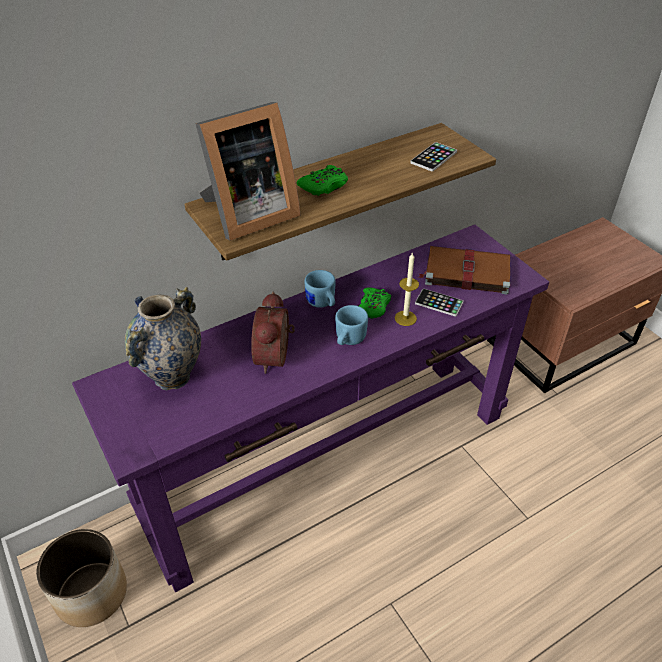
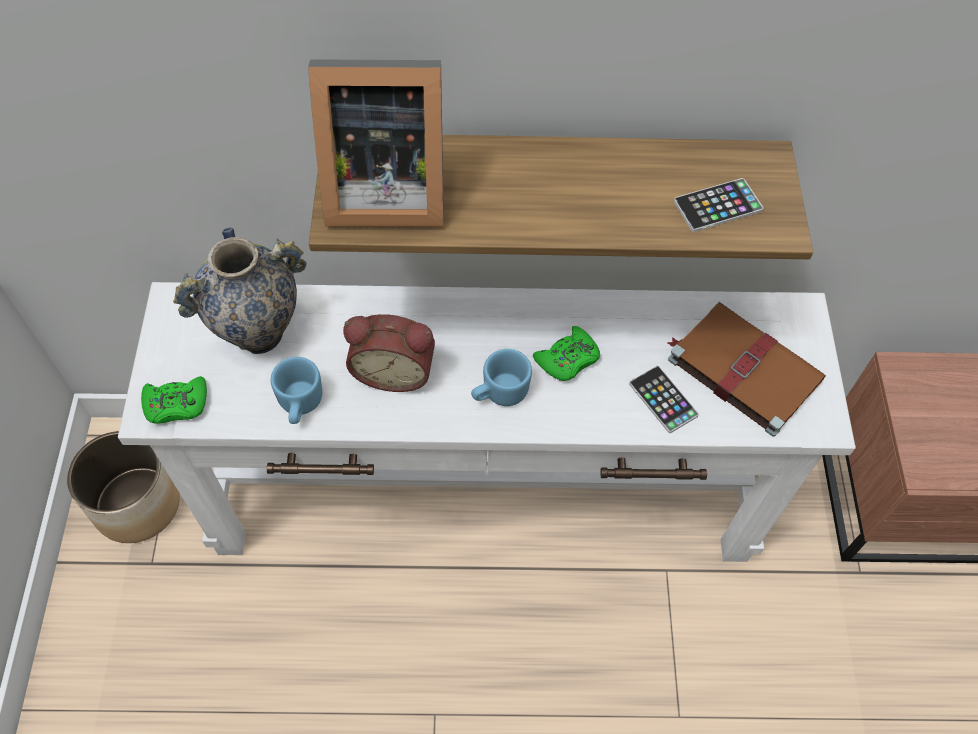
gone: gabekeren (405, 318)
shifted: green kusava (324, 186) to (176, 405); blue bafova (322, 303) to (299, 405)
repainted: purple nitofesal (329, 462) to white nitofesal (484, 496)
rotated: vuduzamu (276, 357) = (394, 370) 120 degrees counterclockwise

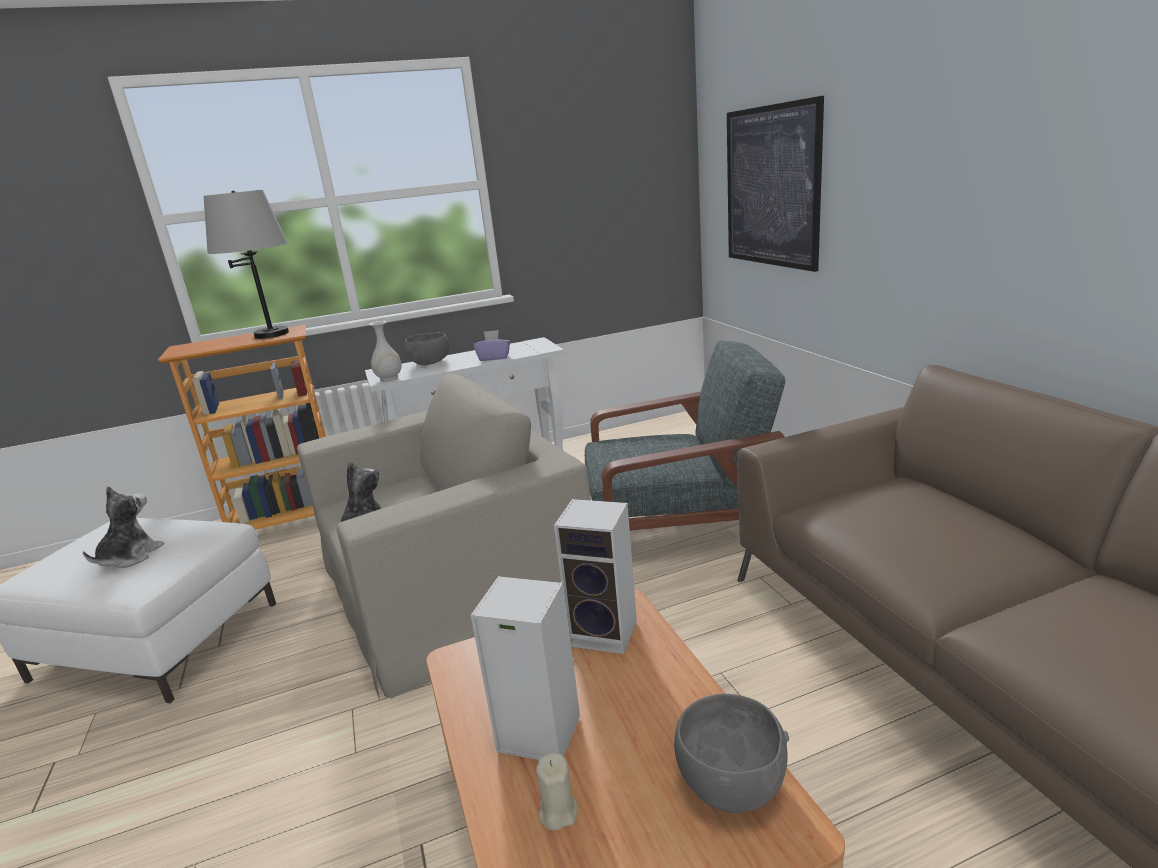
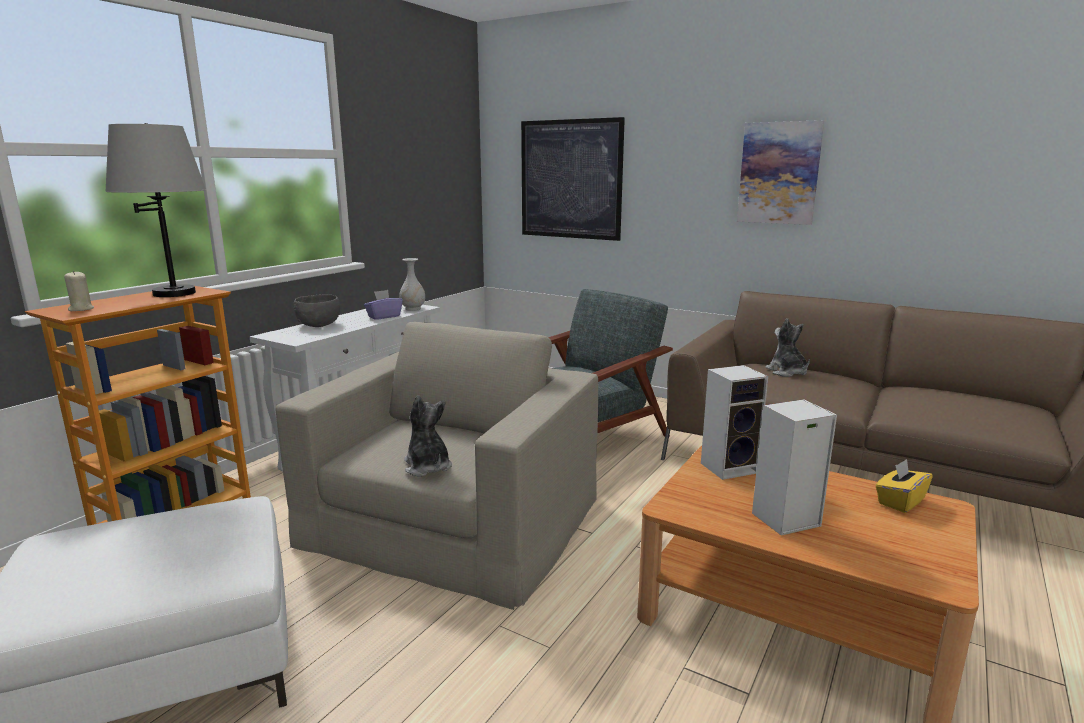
new: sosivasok (779, 173)
shifted: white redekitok (389, 378) to (413, 308); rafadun (130, 557) to (787, 372); beige gabekeren (557, 812) to (81, 309)
swapped: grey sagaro (731, 783) to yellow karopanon (900, 501)

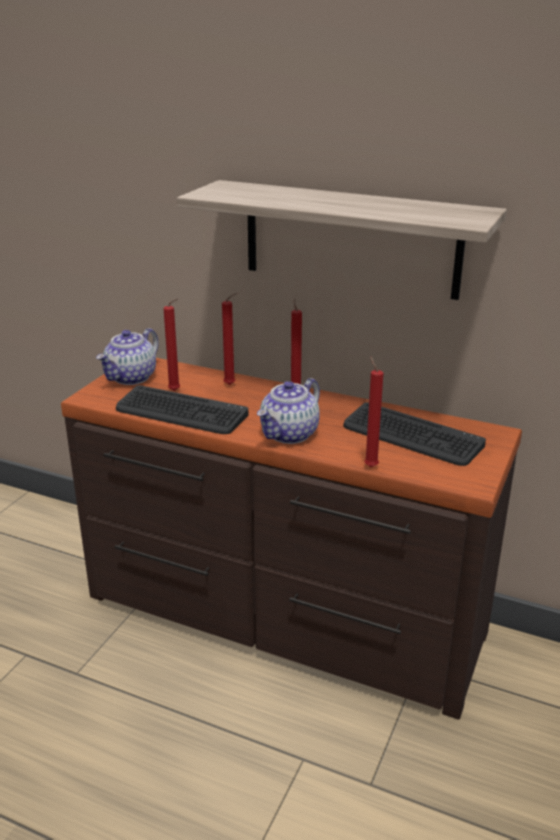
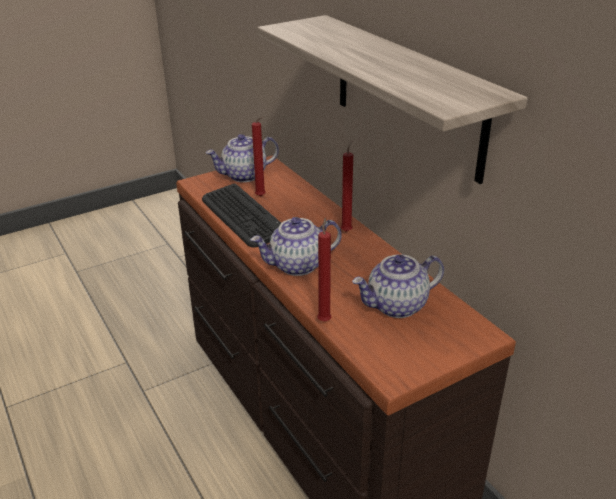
gone: red gabekeren (231, 385)
swapped: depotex (411, 436) to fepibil (397, 306)

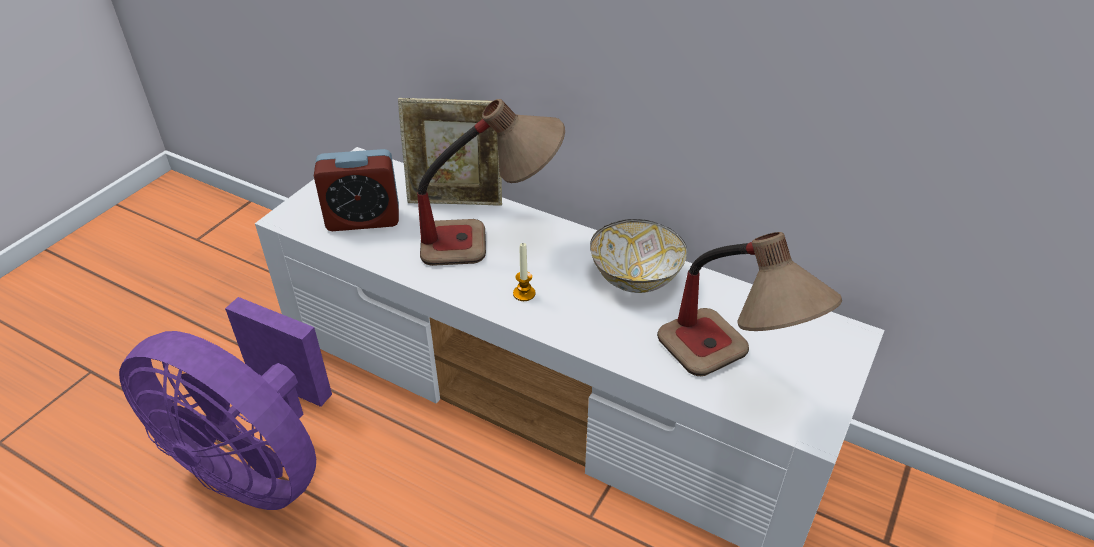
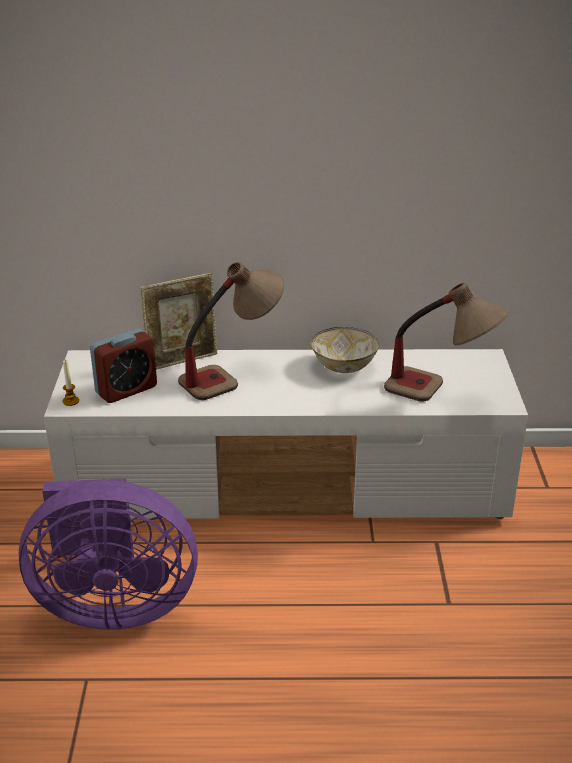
shifted: gabekeren (524, 293) to (70, 401)

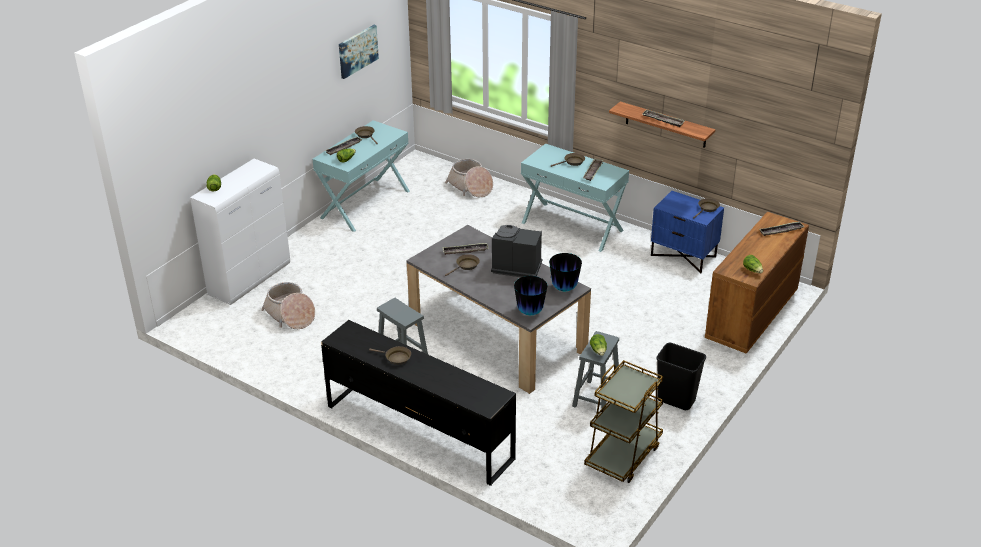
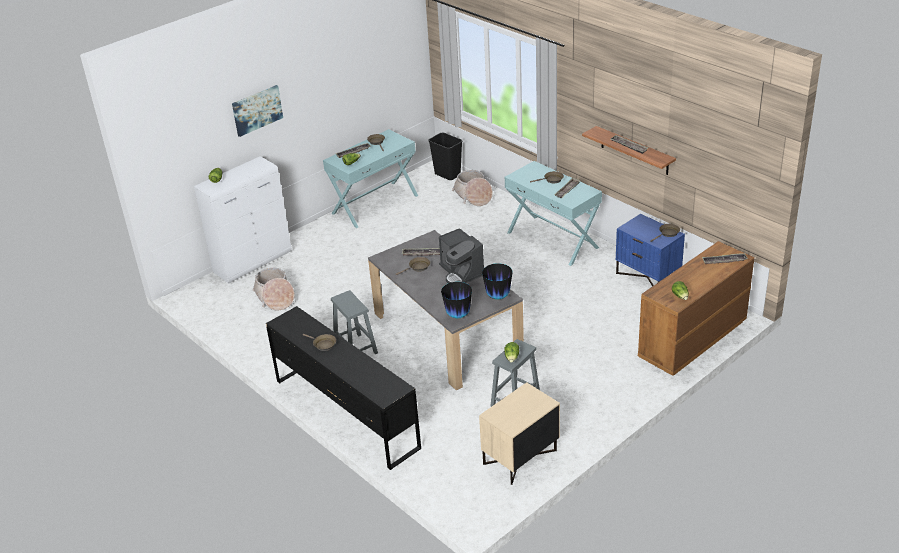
shifted: sosivasok (357, 51) to (257, 110); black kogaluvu (677, 400) to (448, 175)
swapped: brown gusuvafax (623, 455) to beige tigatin (520, 458)
rotated: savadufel (515, 267) = (461, 272) 150 degrees counterclockwise

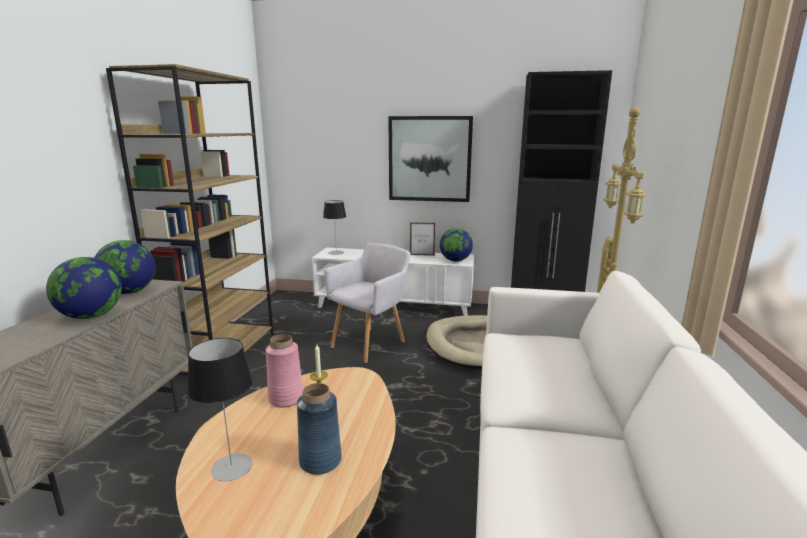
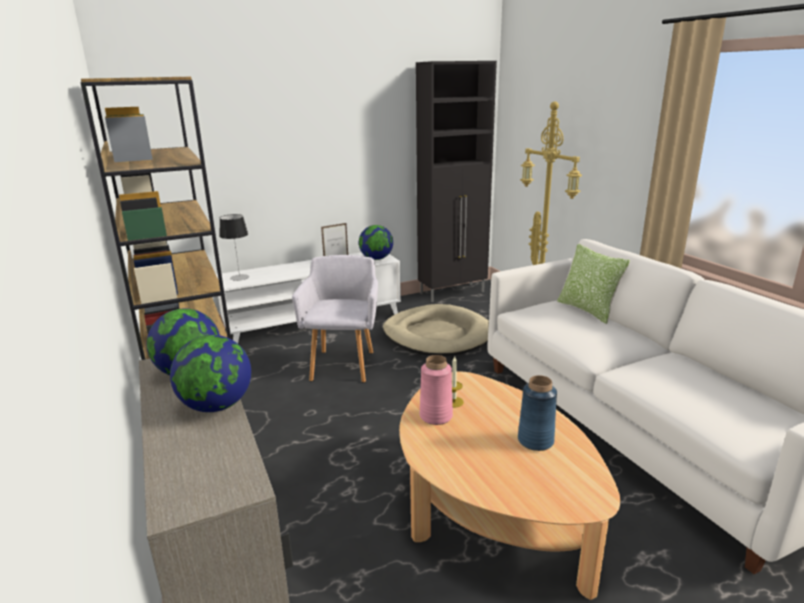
gone: sosivasok (429, 159); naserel (231, 467)
new: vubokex (587, 310)

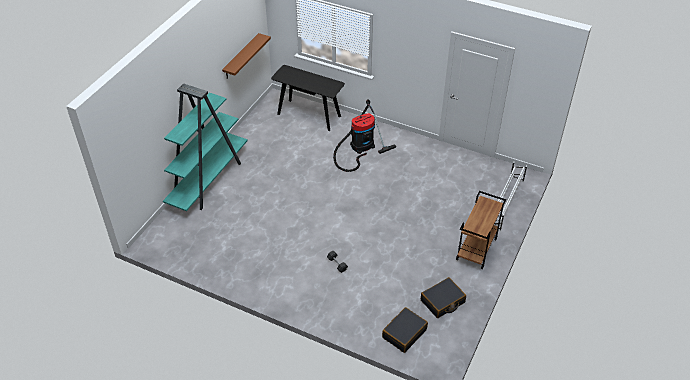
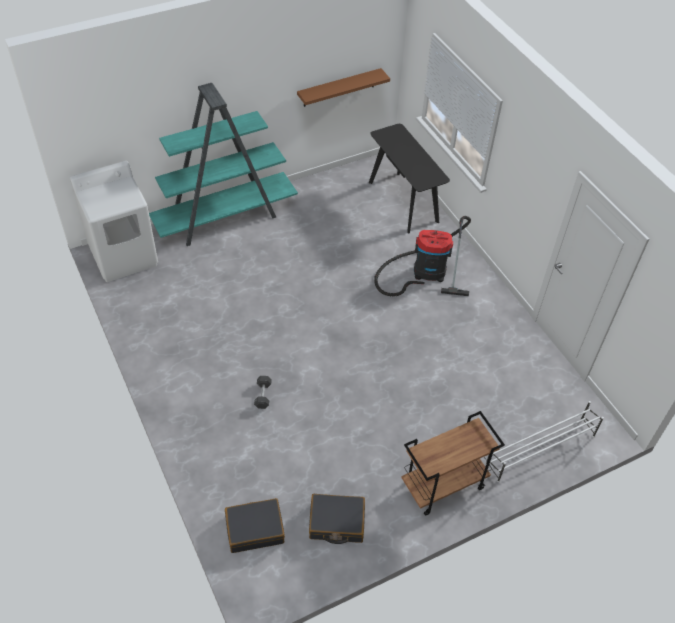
new: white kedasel (124, 256)

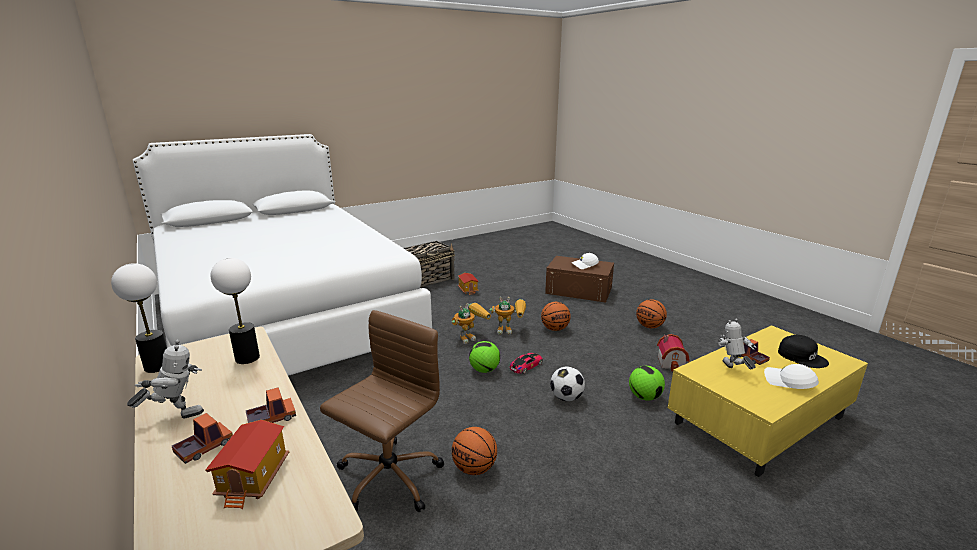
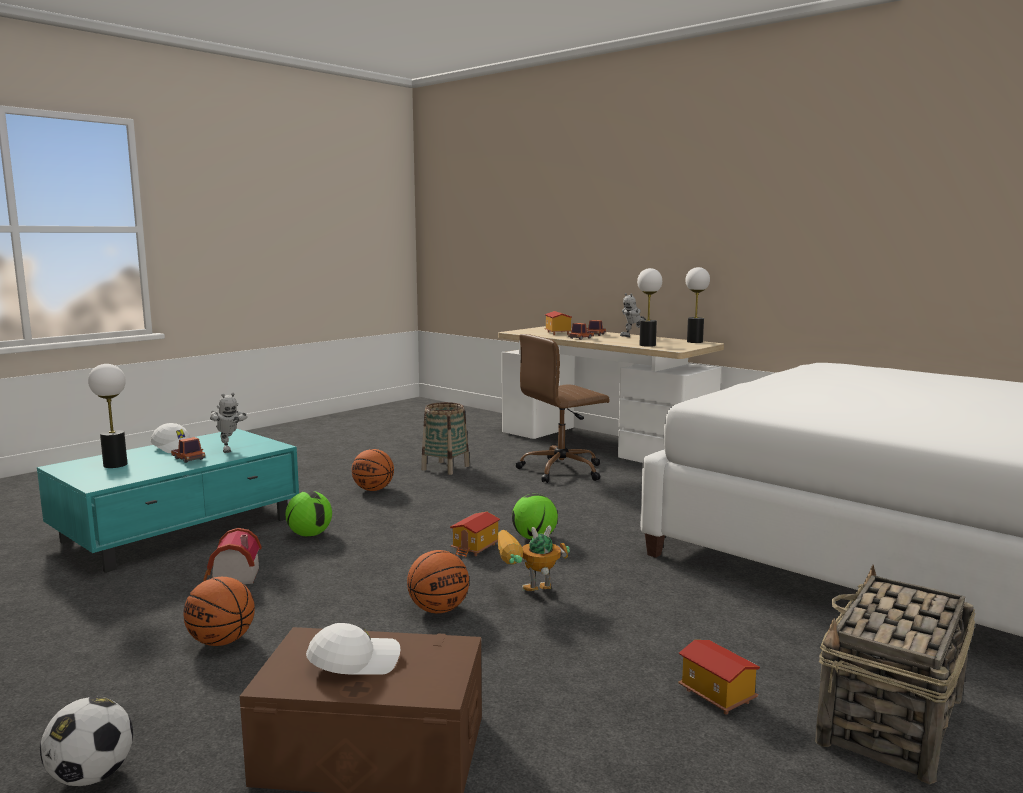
gone: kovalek (470, 337)
new: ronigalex (445, 468)
shifted: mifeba (566, 398) to (91, 777); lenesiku (474, 468) to (373, 489)
swapped: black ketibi (802, 356) to naserel (115, 465); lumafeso (526, 366) to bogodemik (476, 548)
repainted: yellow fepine (757, 420) to turquoise fepine (181, 529)
rotated: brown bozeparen (388, 479) = (562, 470) 45 degrees clockwise

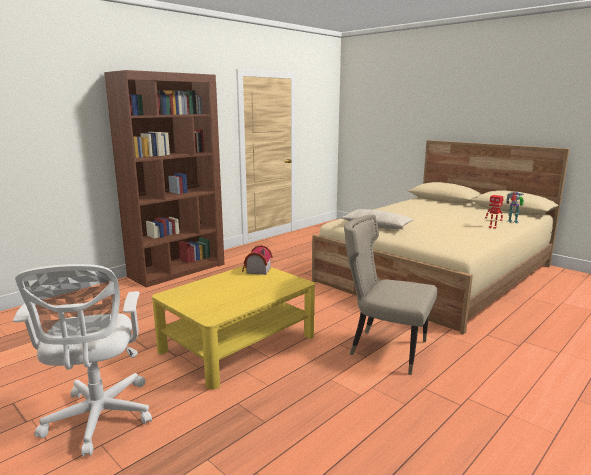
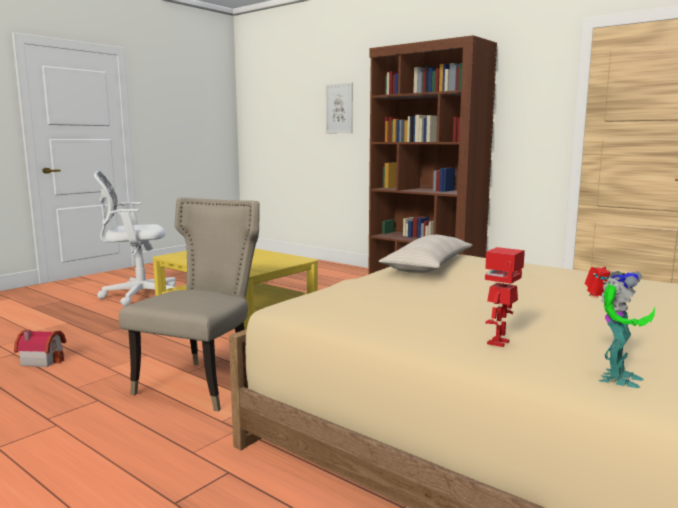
new: sosivasok (339, 108)
shifted: bogodemik (256, 270) to (43, 360)

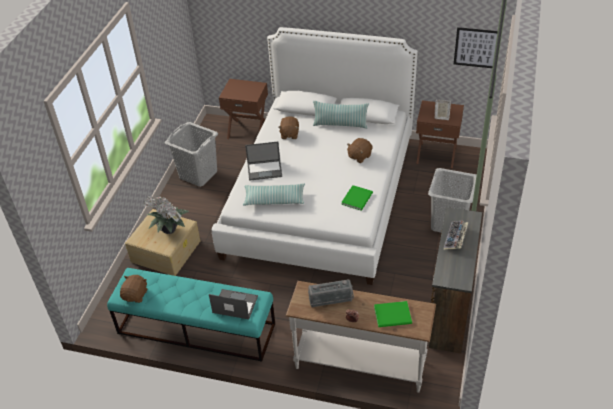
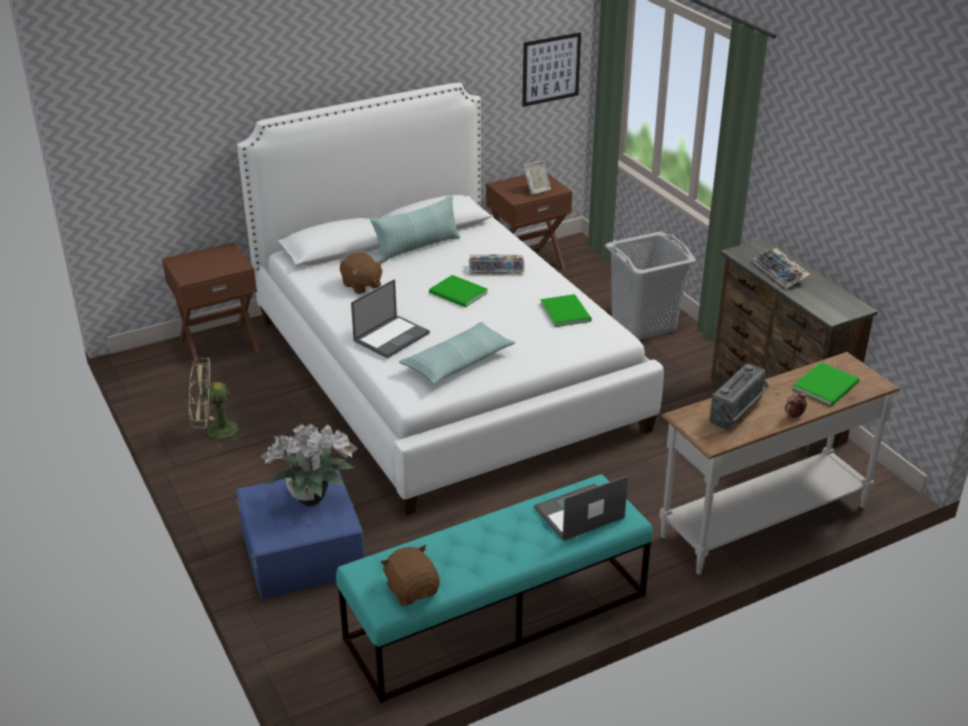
new: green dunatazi (458, 294)
swapped: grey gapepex (198, 175) to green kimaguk (215, 433); brown rafadun (359, 156) to depotex (497, 269)
repainted: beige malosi (166, 251) to blue malosi (302, 551)

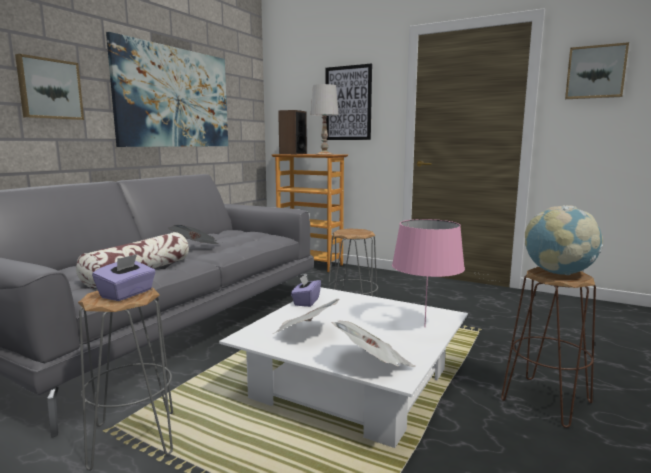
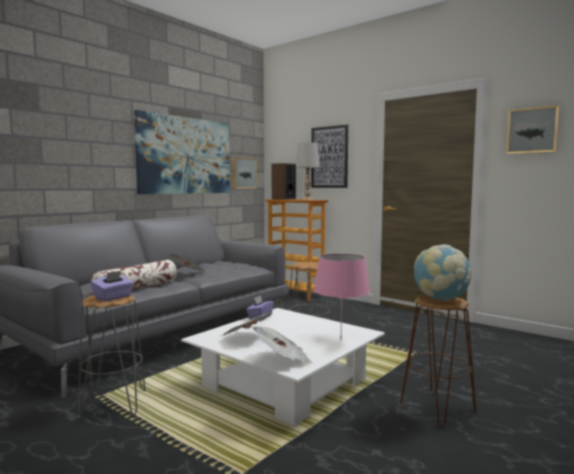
shifted: sosivasok (49, 89) to (243, 173)

